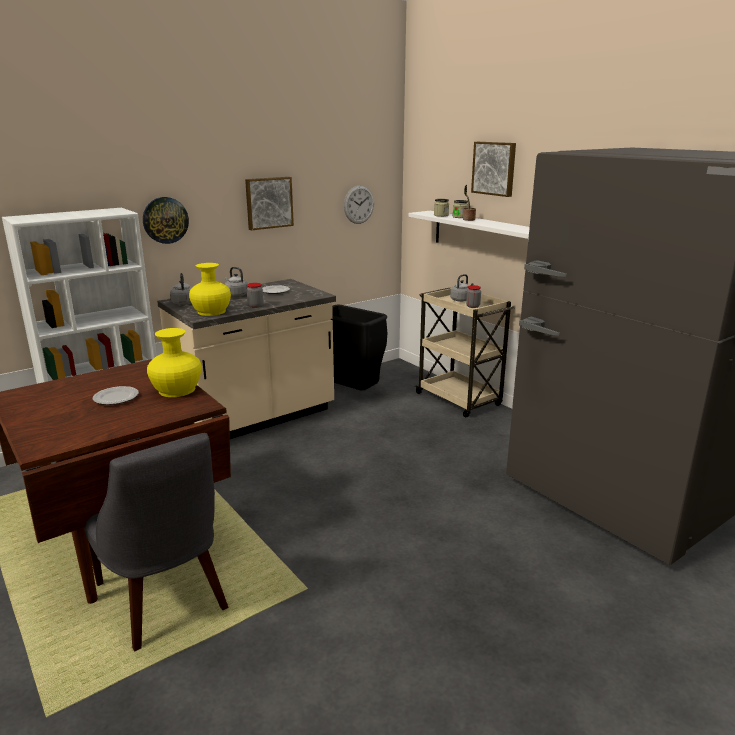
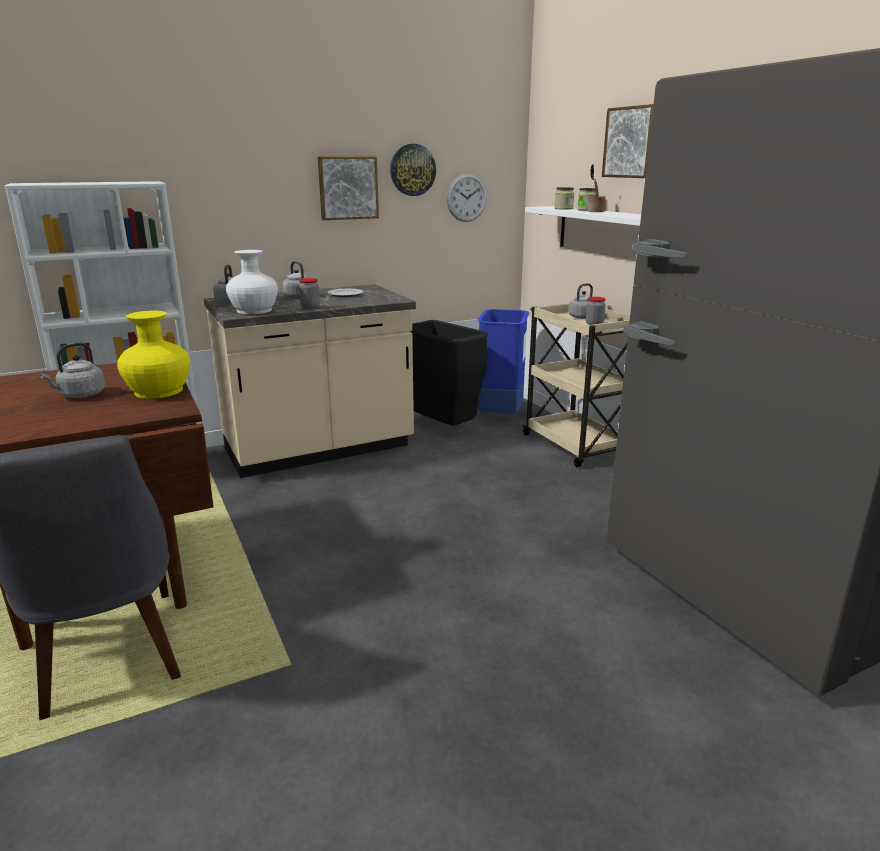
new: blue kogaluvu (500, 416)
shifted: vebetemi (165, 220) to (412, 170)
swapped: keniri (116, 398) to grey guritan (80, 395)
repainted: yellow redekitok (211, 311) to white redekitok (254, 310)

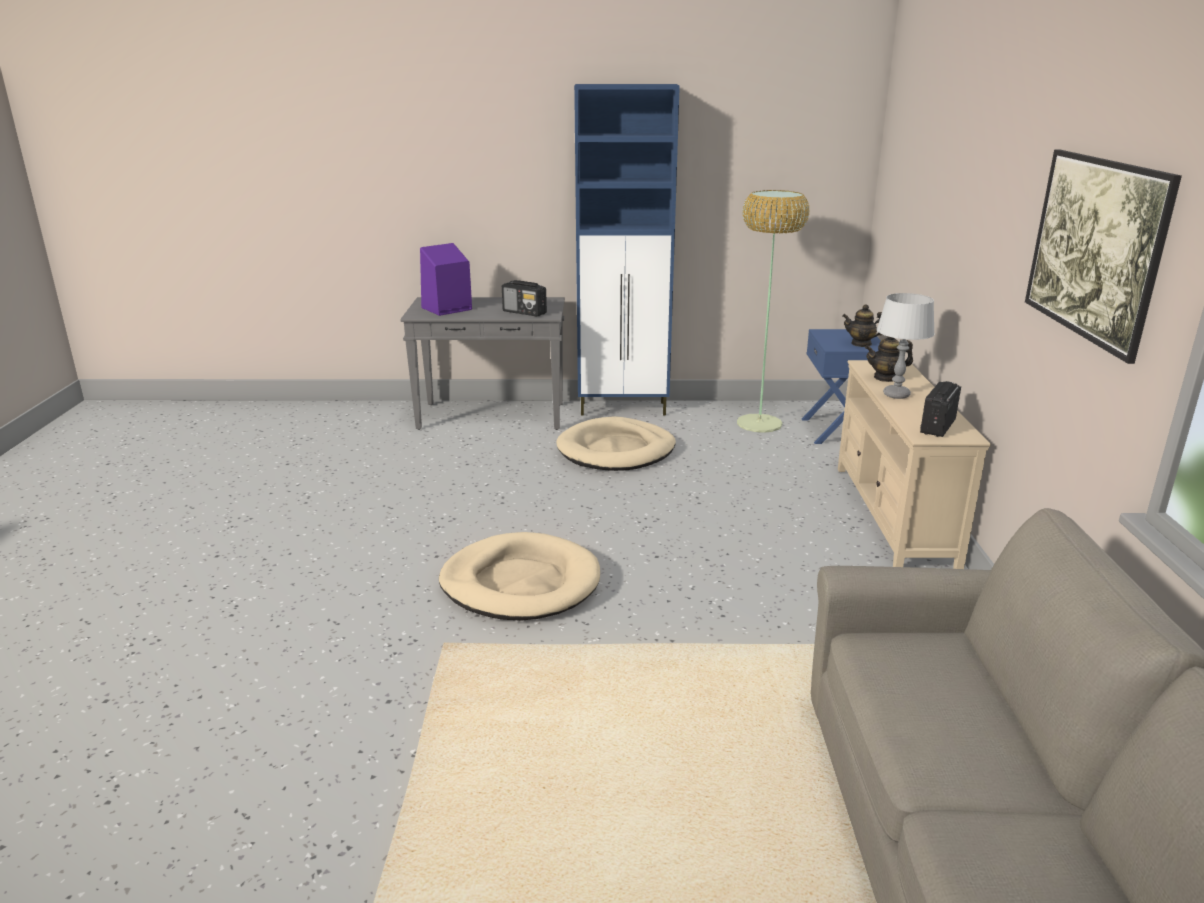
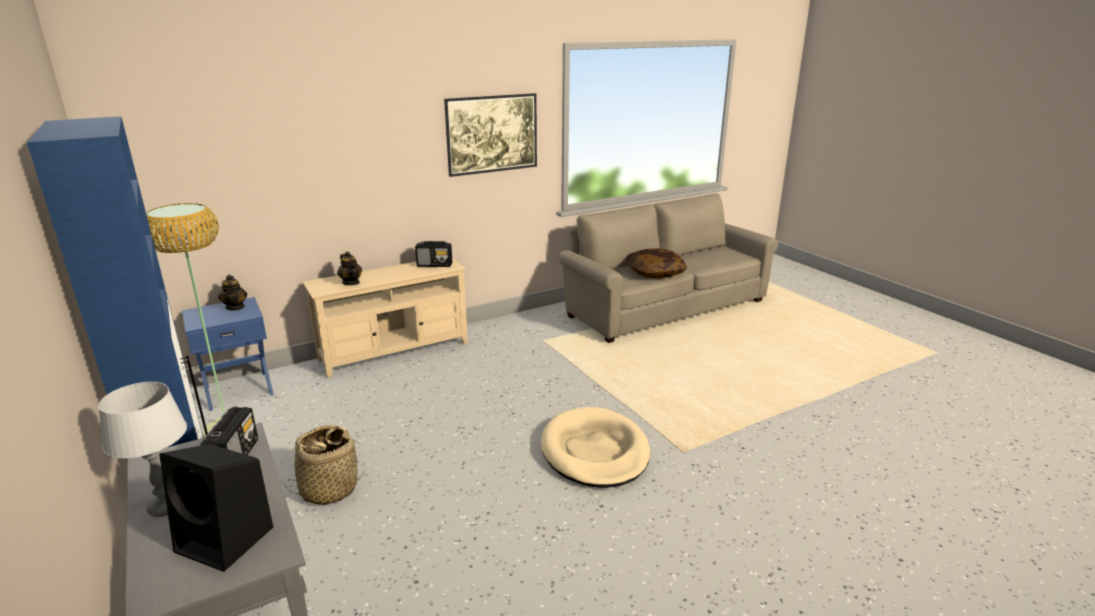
new: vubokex (655, 273)
shifted: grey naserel (896, 395) to (166, 506)
swapped: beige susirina (616, 450) to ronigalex (329, 489)
repainted: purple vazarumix (445, 309) to black vazarumix (227, 539)

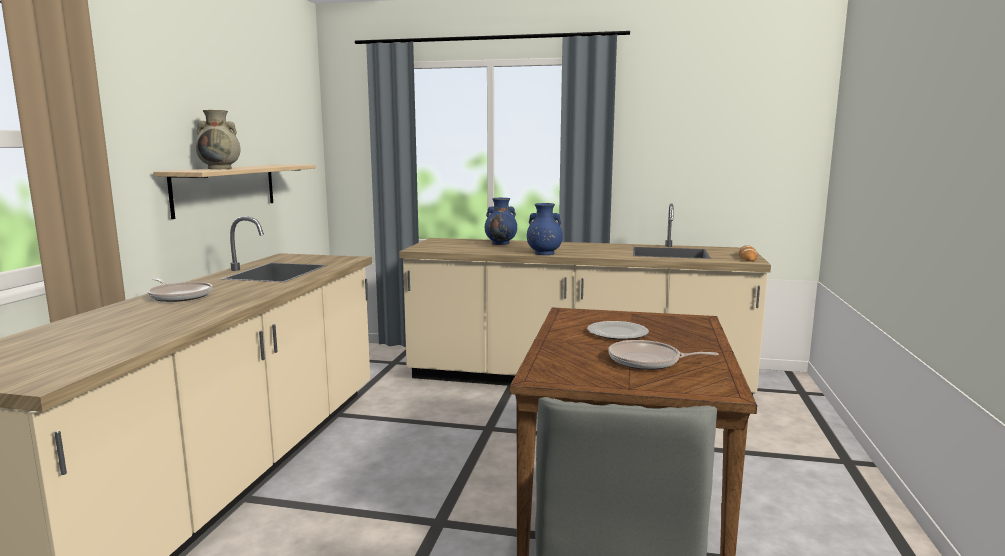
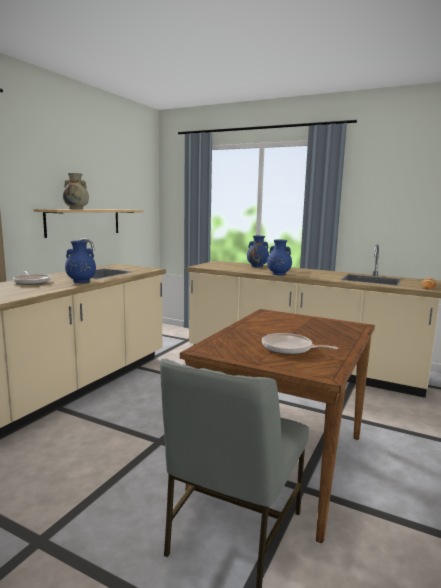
gone: keniri (618, 333)
new: blue redekitok (81, 281)

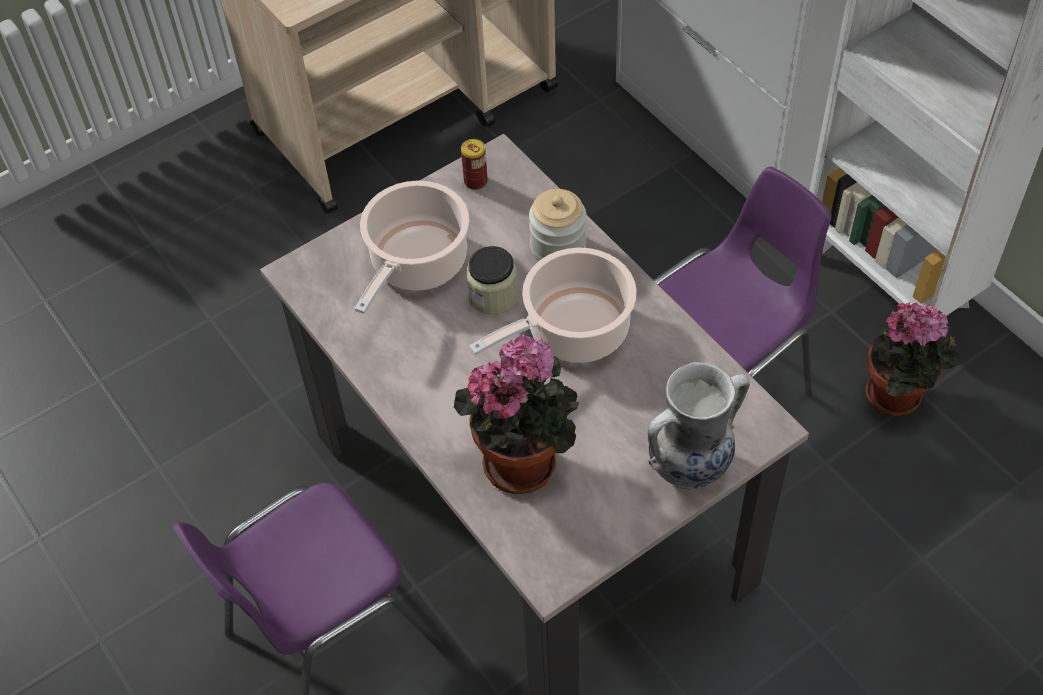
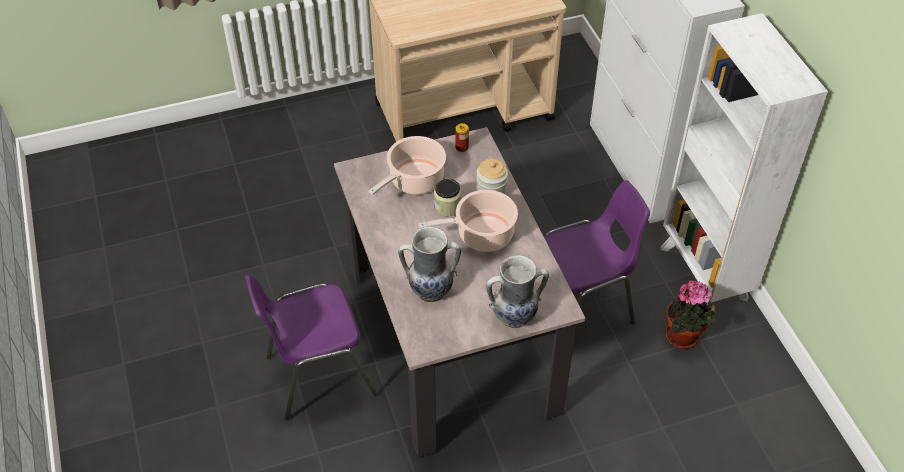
swapped: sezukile (524, 459) to redekitok (431, 290)

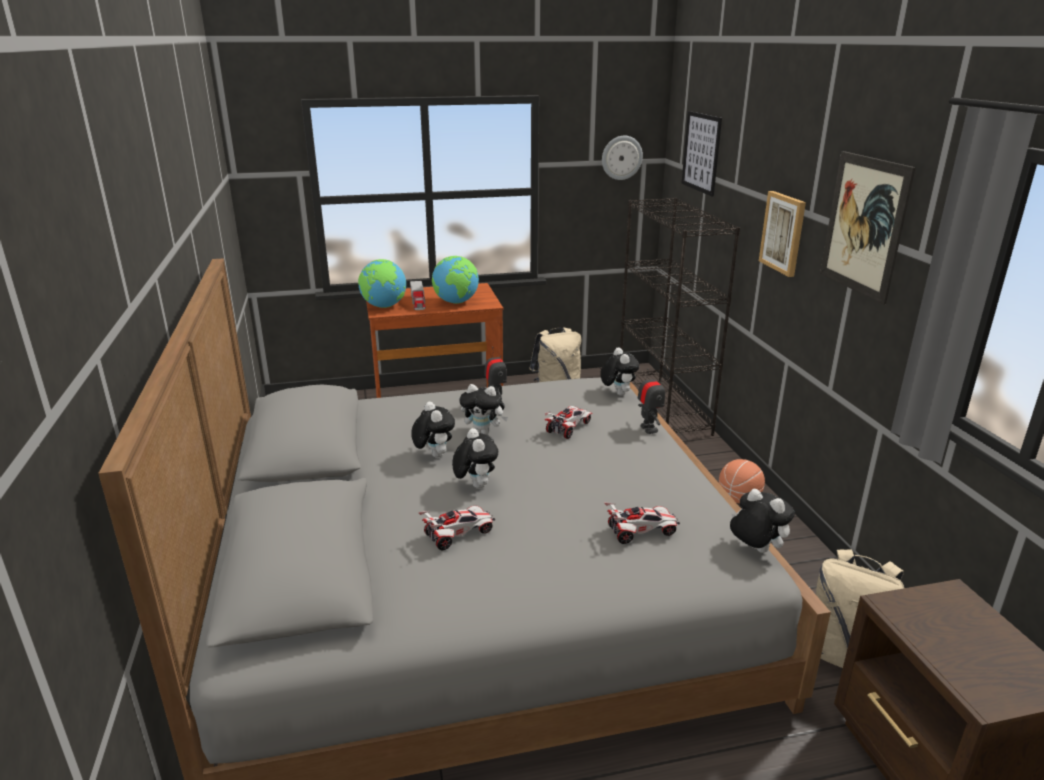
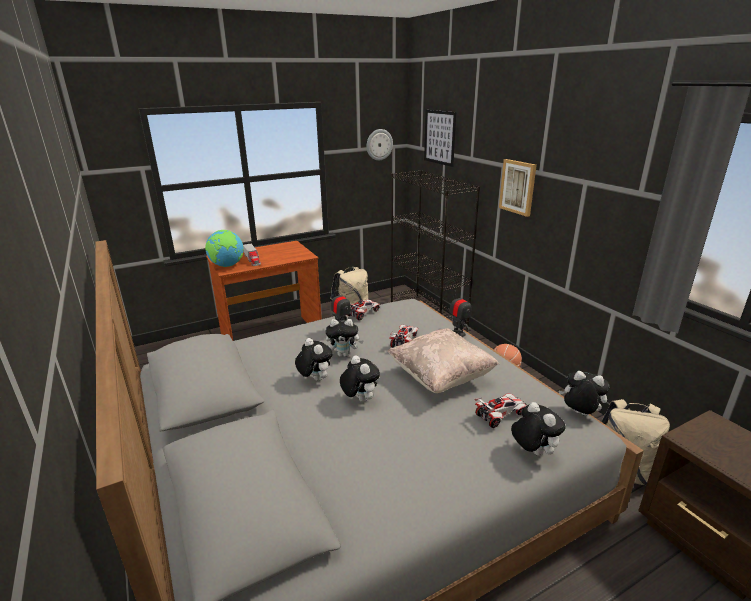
gone: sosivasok (864, 225); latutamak (456, 302)
new: beige vubokex (441, 377)
shifted: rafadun (617, 393) to (532, 452); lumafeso (458, 534) to (363, 313)

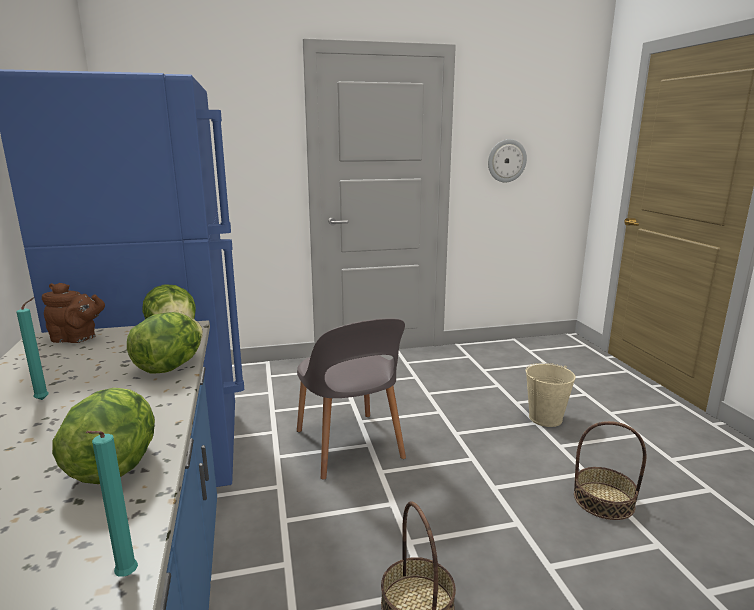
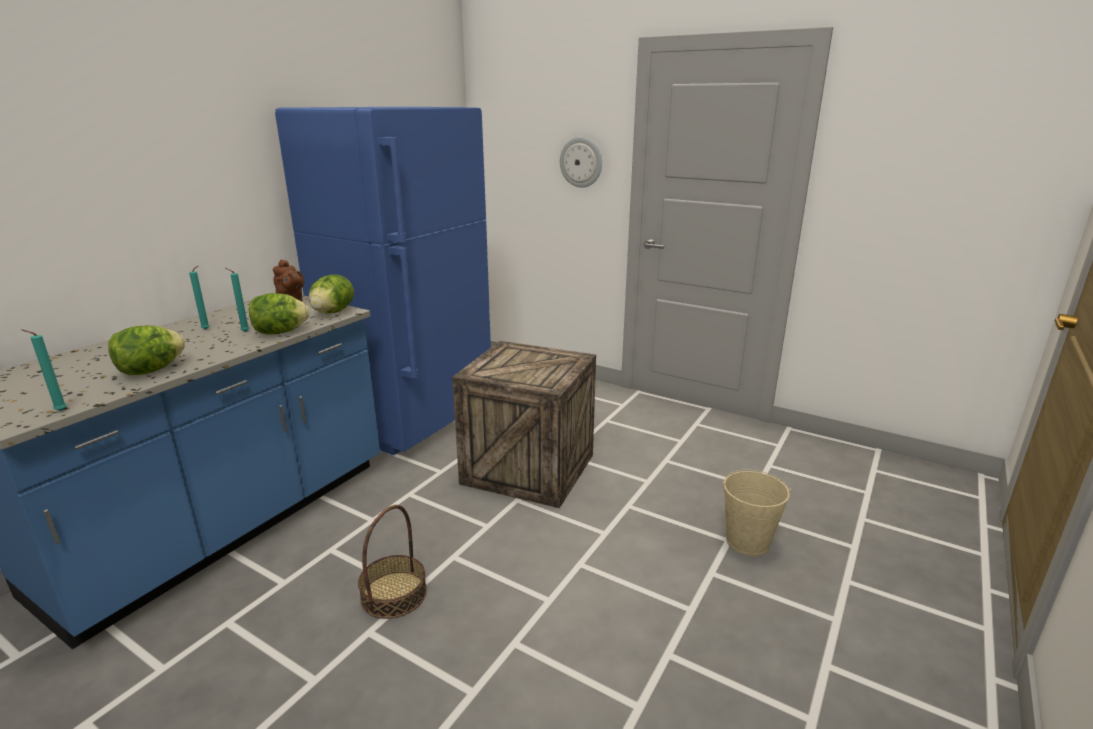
gone: ronigalex (604, 500)
new: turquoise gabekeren (244, 331)
shifted: vebetemi (506, 161) to (581, 162)
swapped: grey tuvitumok (349, 446) to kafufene (526, 470)

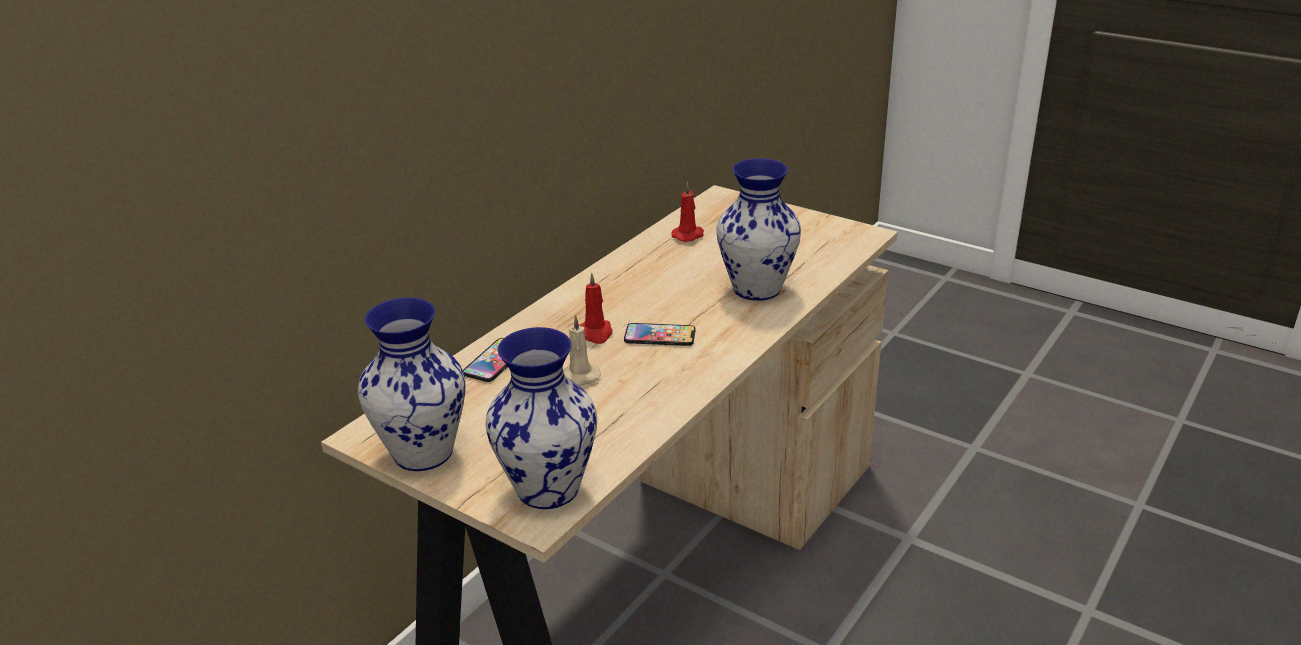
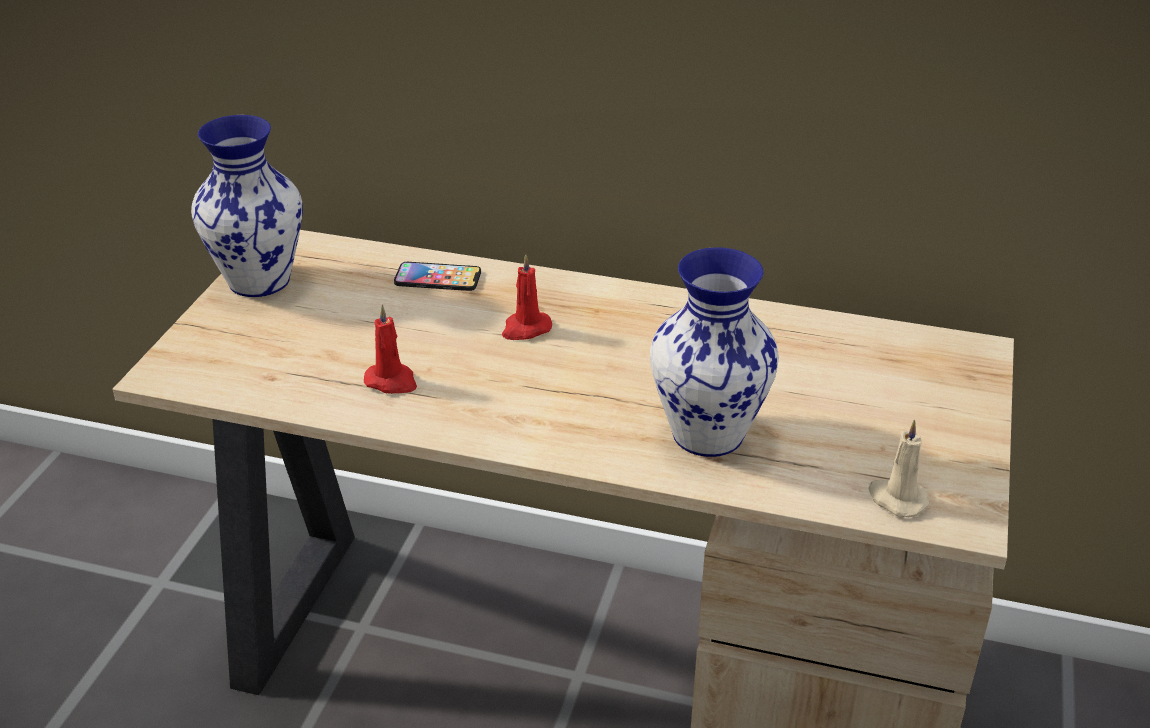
gone: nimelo (660, 336); redekitok (549, 488)
shifted: red gabekeren (689, 235) to (392, 381); beige gabekeren (578, 378) to (896, 499)

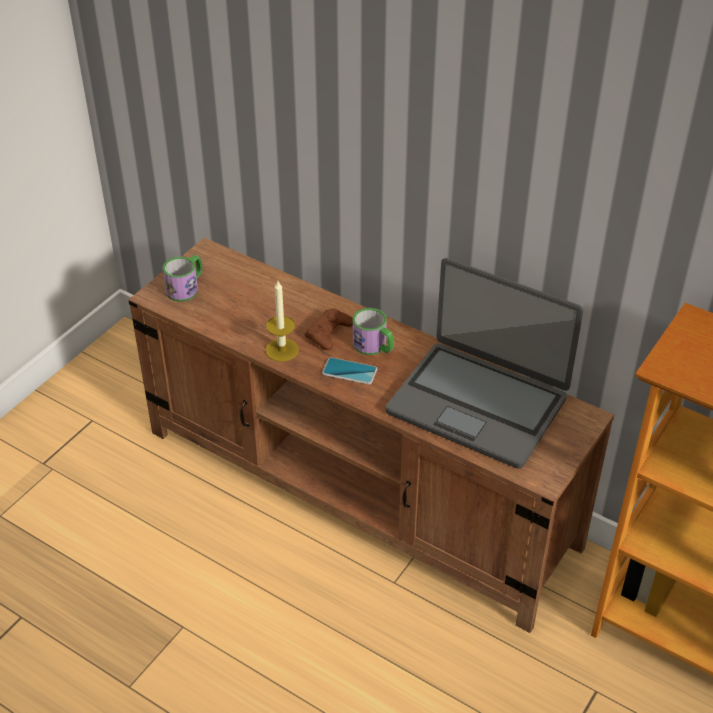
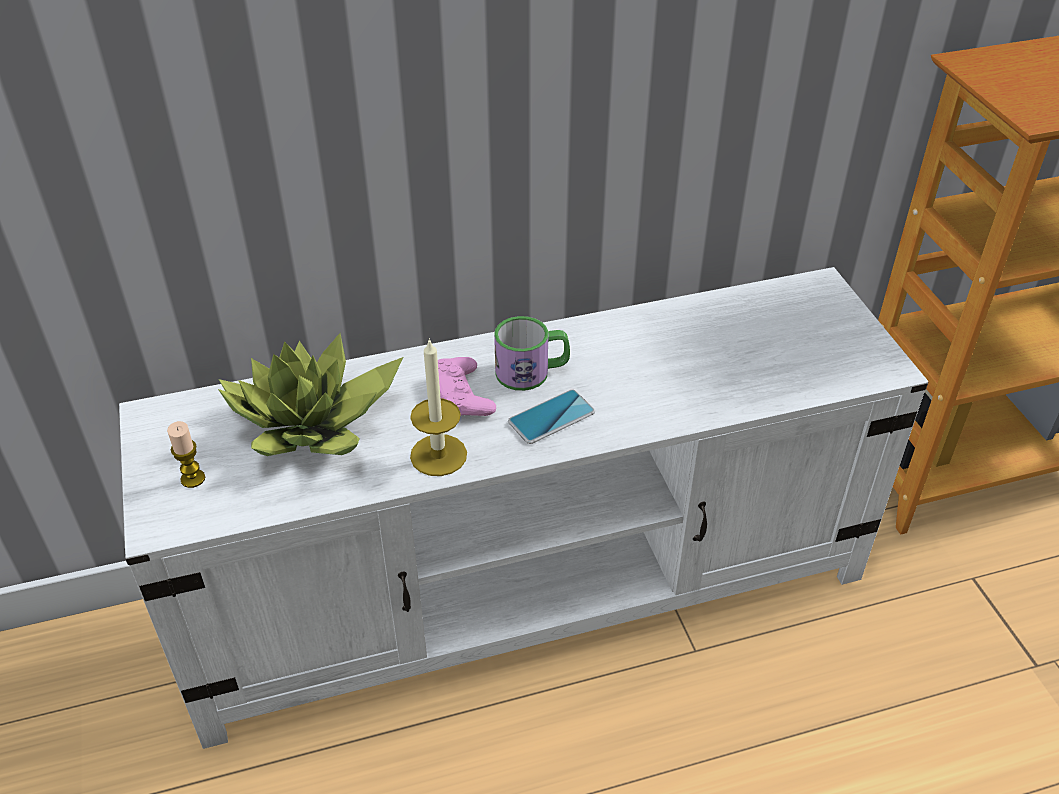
gone: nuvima (478, 404)
new: sezukile (313, 424)
swapped: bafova (186, 287) to gabekeren (193, 479)
repainted: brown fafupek (359, 489) to white fafupek (531, 590); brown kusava (329, 333) to pink kusava (461, 395)

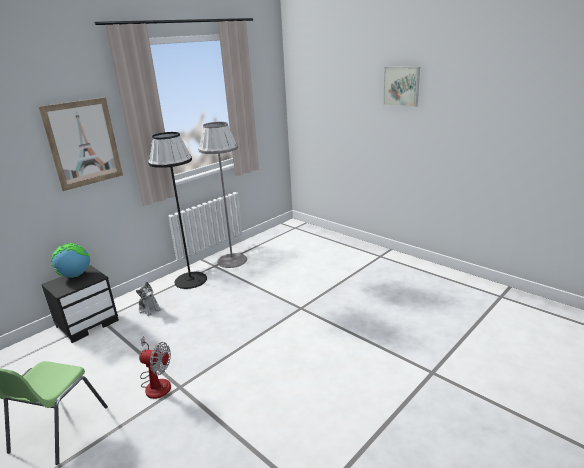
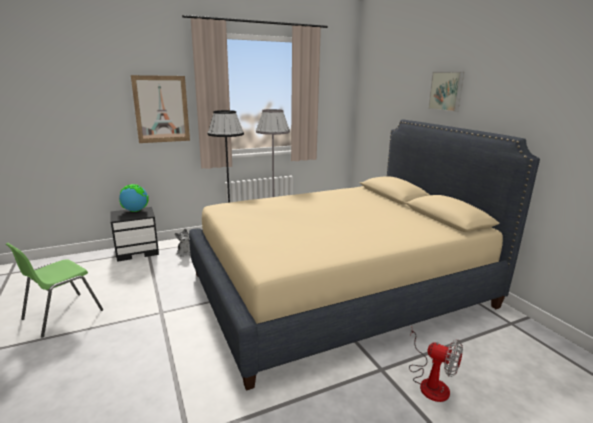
new: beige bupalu (339, 290)
shifted: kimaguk (156, 383) to (430, 382)

